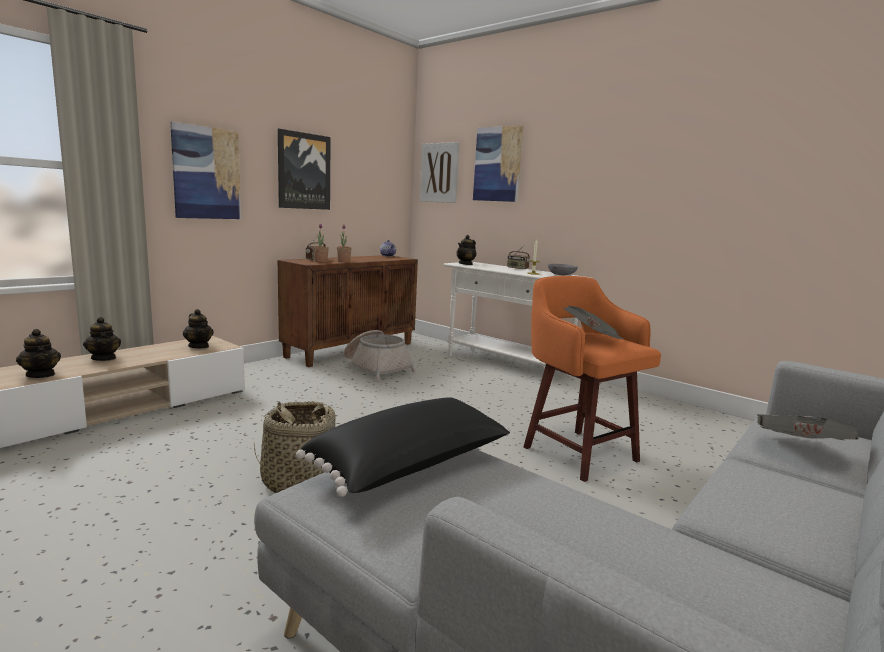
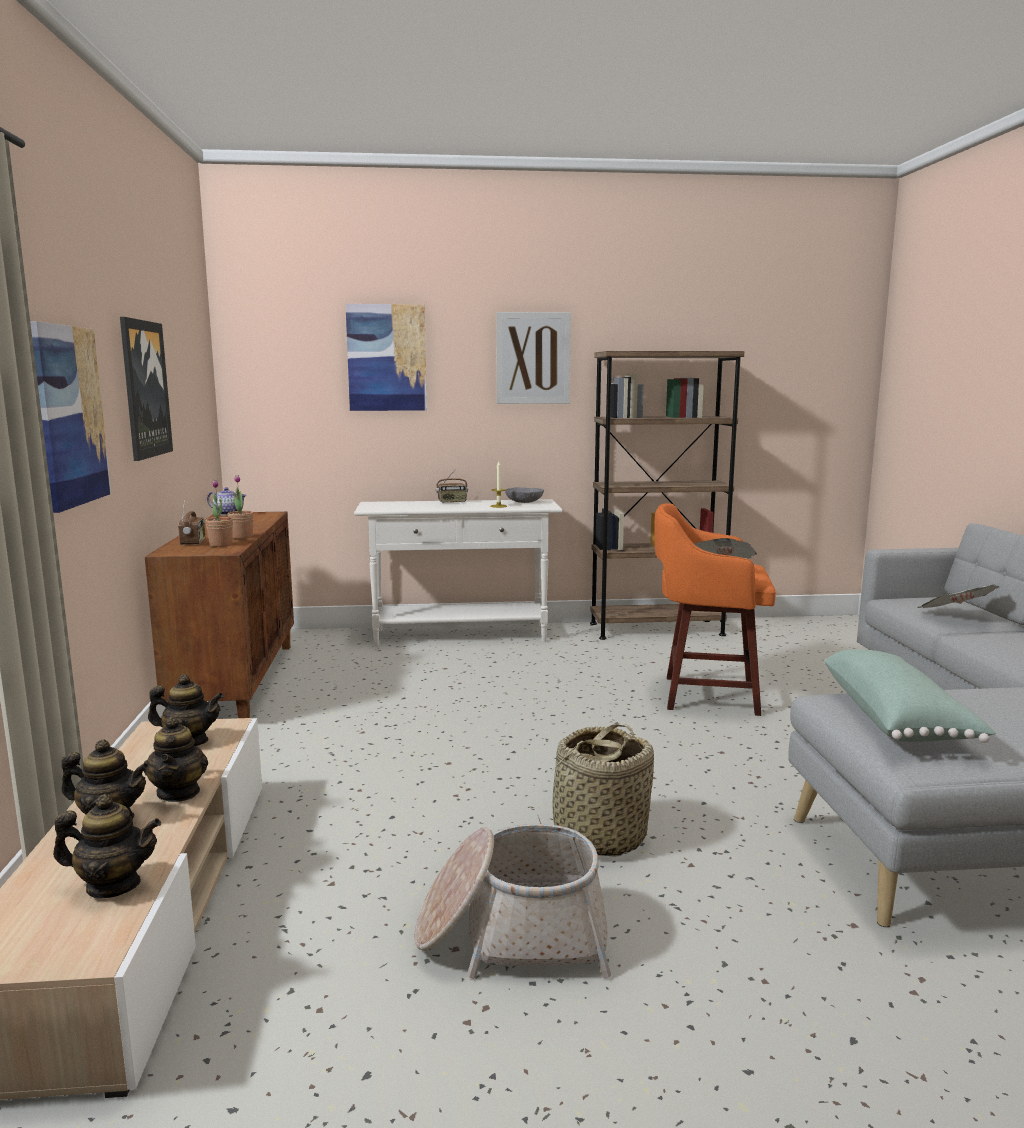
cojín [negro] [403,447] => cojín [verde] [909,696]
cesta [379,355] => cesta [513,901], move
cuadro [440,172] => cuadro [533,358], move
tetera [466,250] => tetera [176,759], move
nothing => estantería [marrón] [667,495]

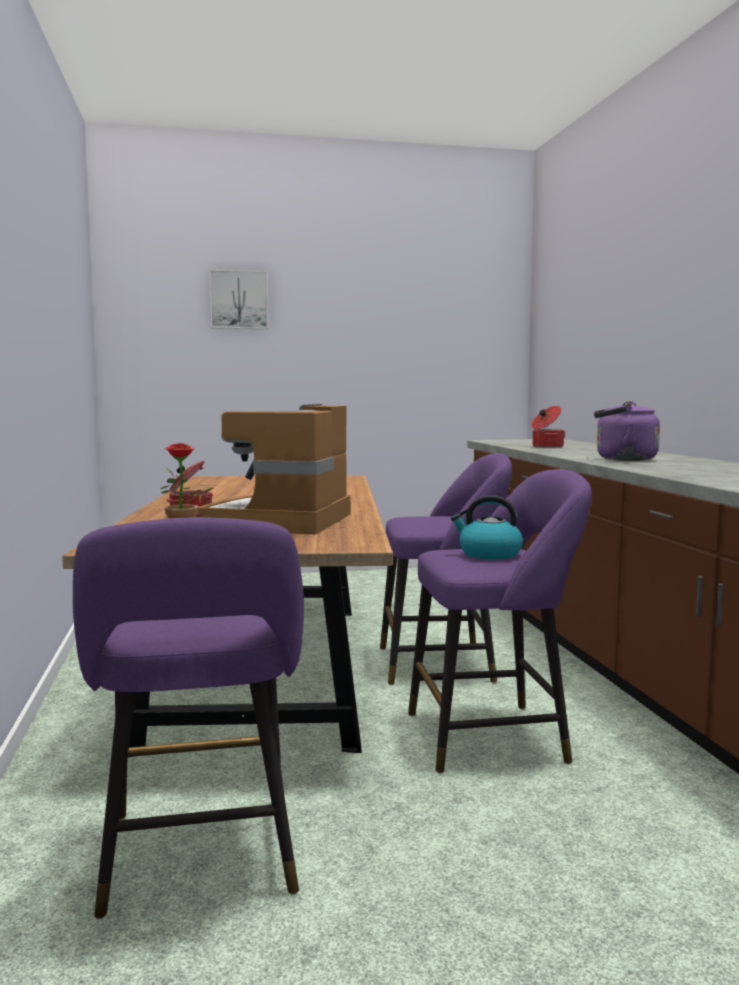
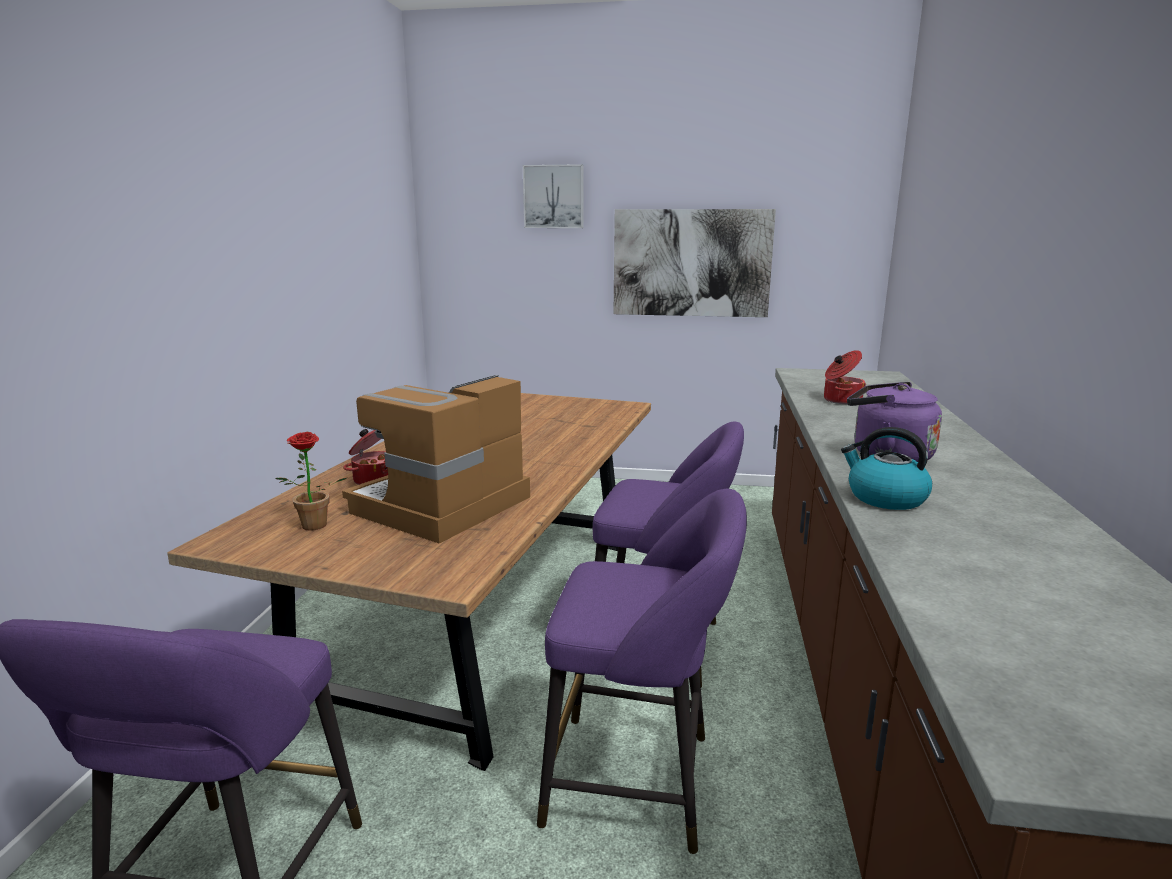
hervidor [487,527] => hervidor [886,468], move
nothing => cuadro [694,263]

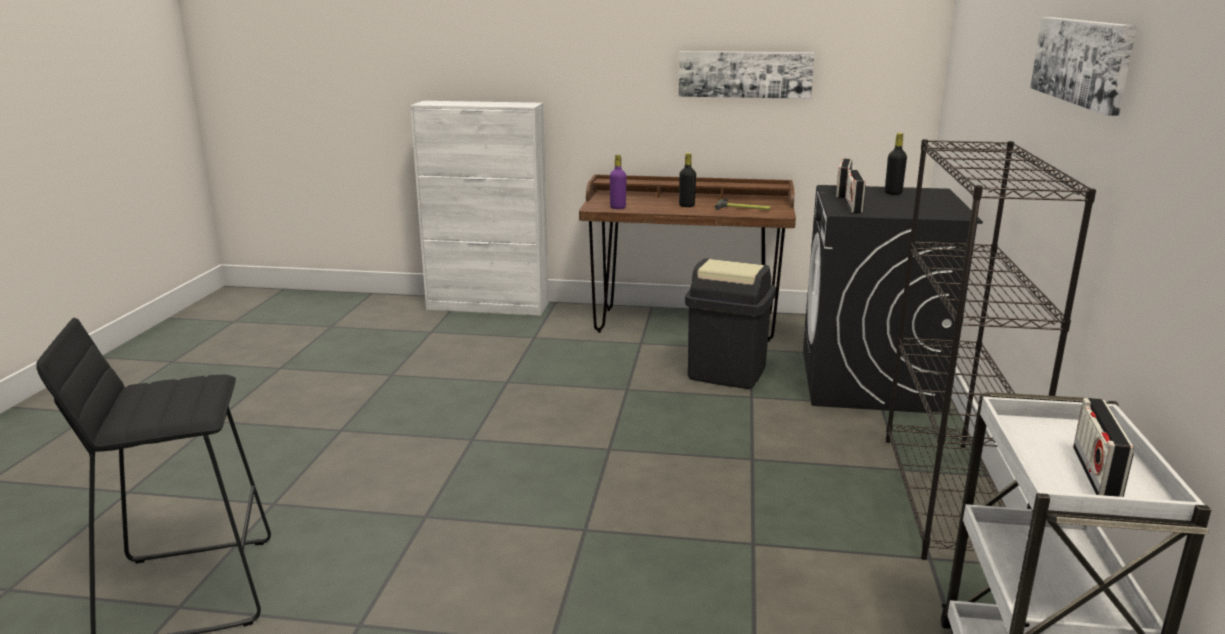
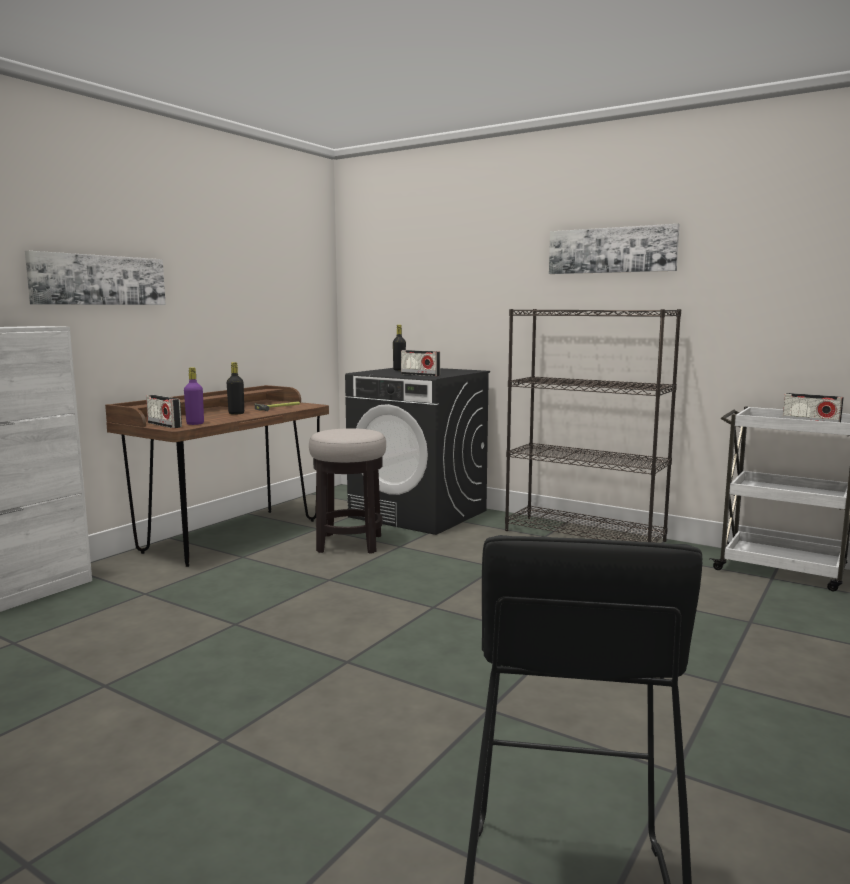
cuadro [746,75] => cuadro [95,278], move
papelera [negro] [730,323] => taburete [347,490]
radio [844,178] => radio [164,411], move

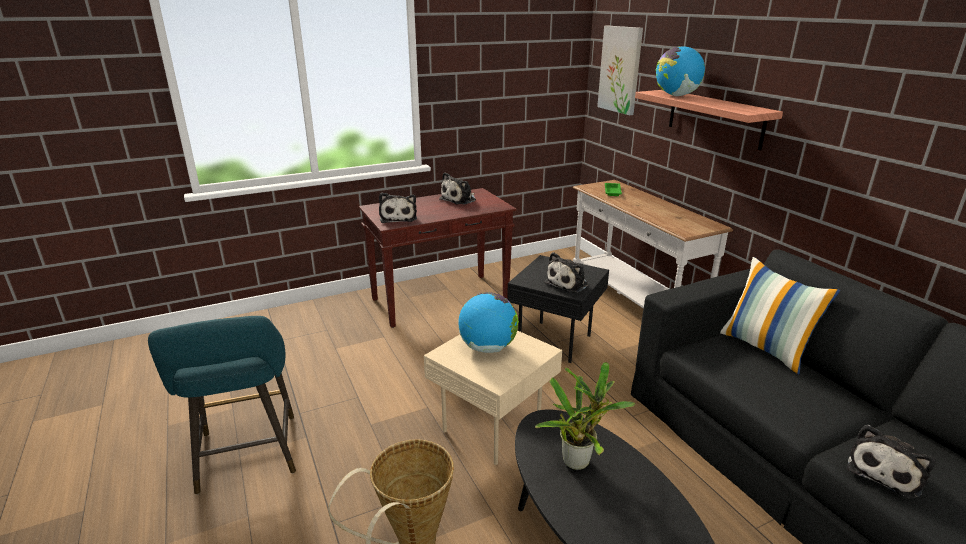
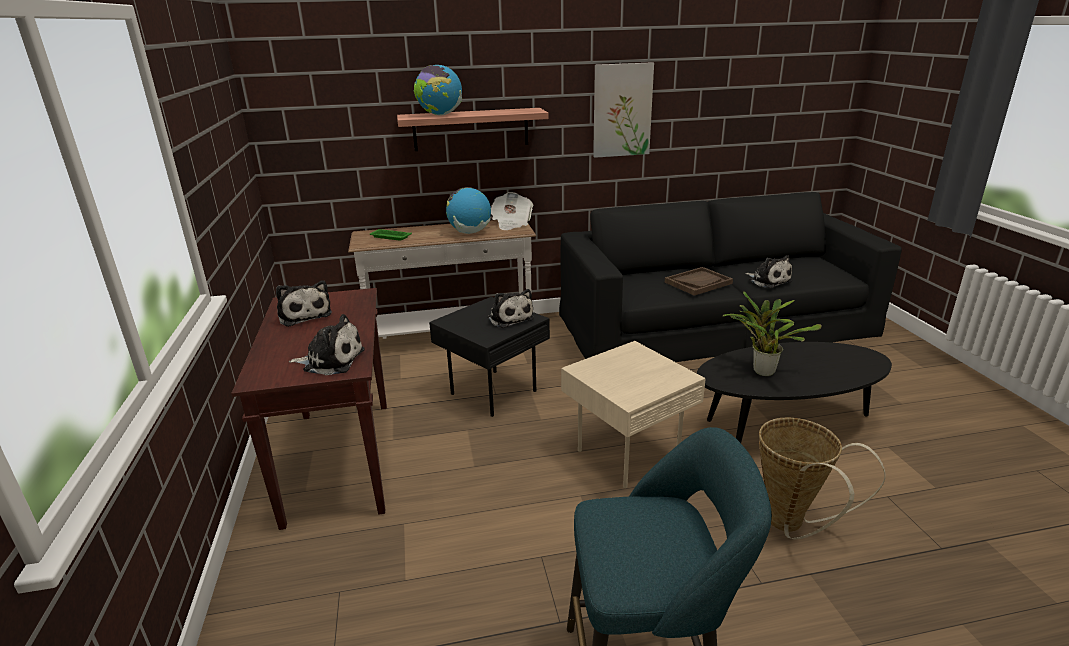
globo terráqueo [489,322] => globo terráqueo [468,210], move
cuadro [620,70] => cuadro [623,110], move
cojín [780,315] => nothing
nothing => periódico [512,211]
nothing => bandeja [marrón] [699,281]

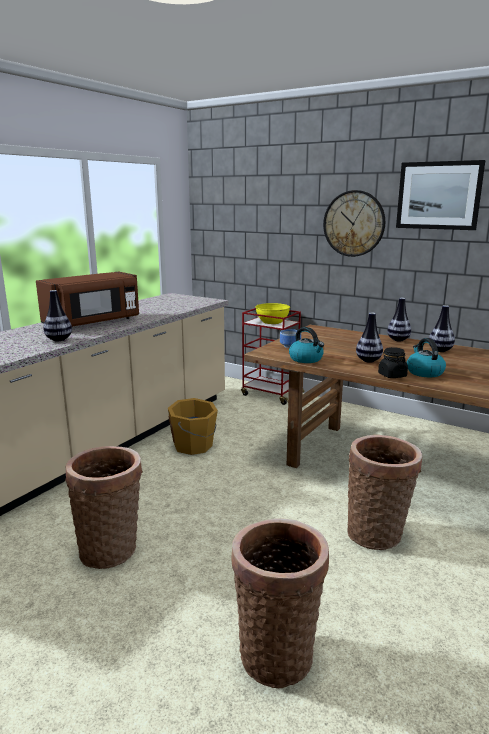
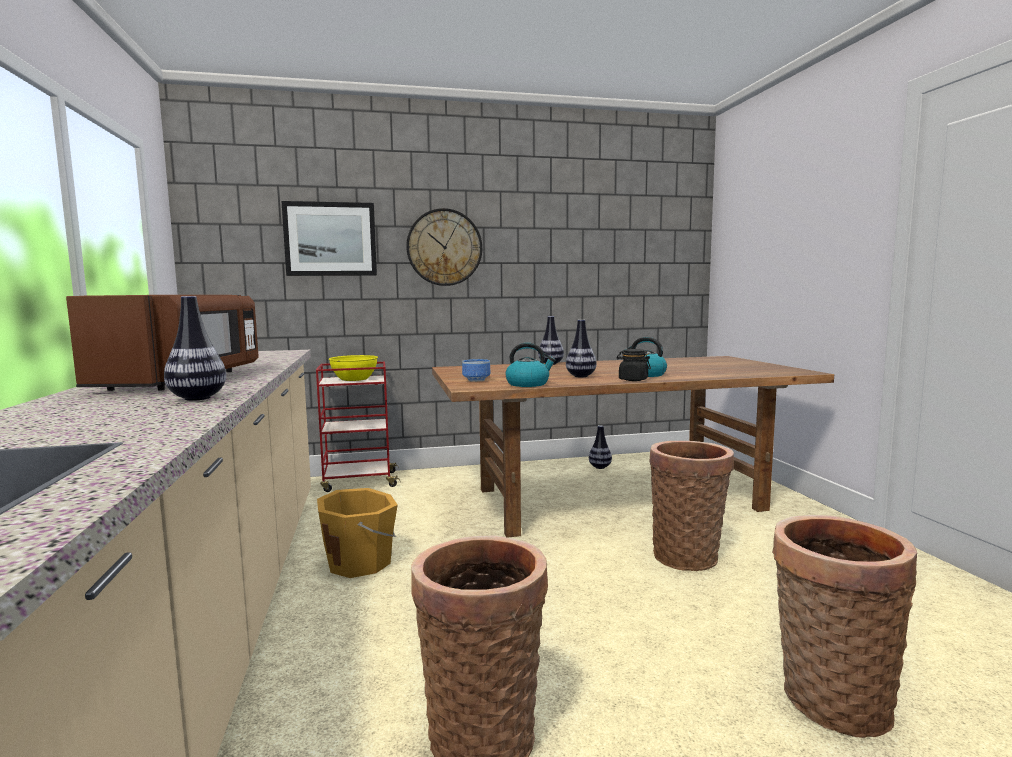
cuadro [440,195] => cuadro [329,238], move
florero [442,328] => florero [600,447], move

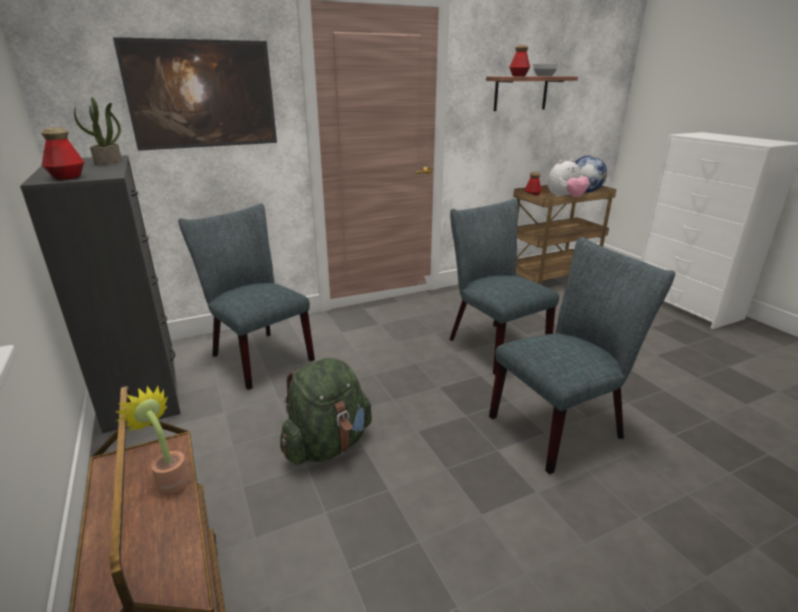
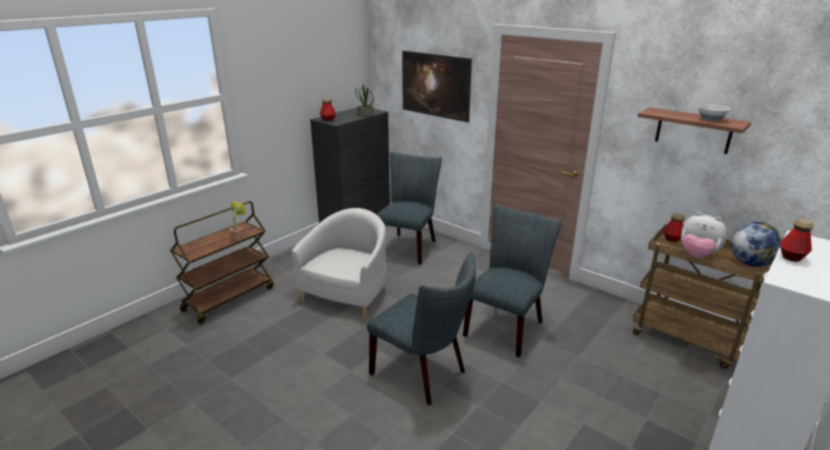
mochila [verde] [326,411] => sillón [blanco] [339,263]
botella [519,60] => botella [796,240], move

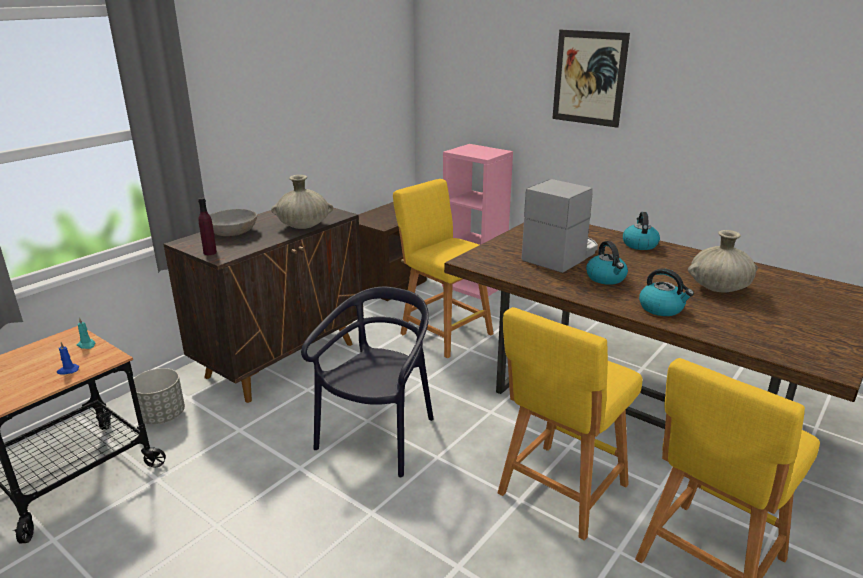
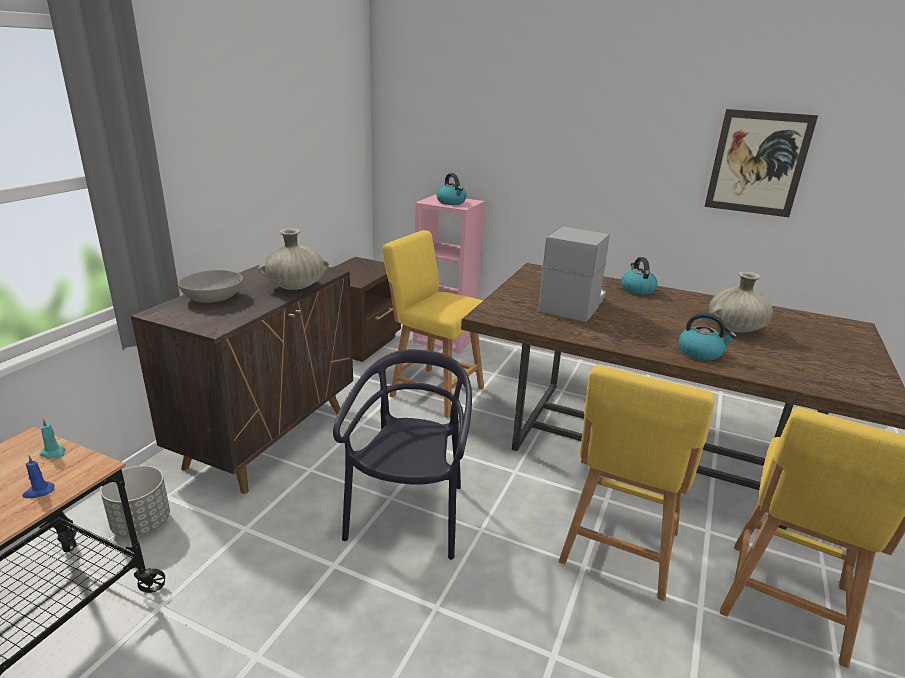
botella [morado] [207,226] => nothing
cuadro [591,79] => cuadro [761,163], move
hervidor [607,263] => hervidor [452,189], move

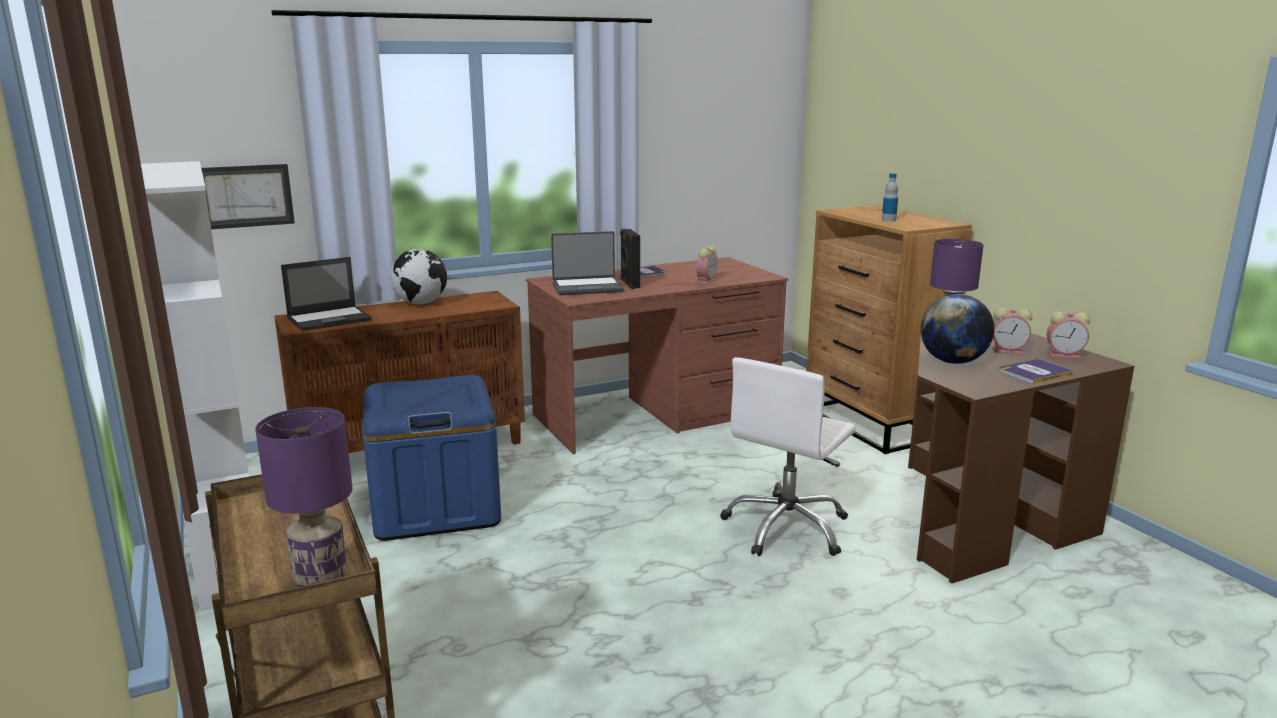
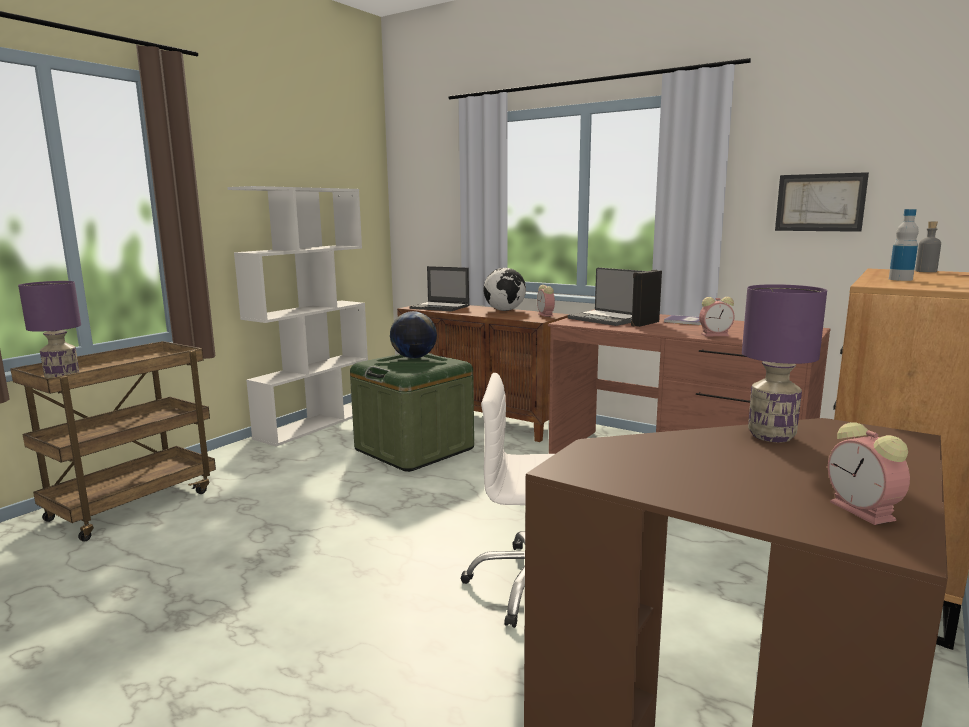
cuadro [248,196] => cuadro [822,202], move
caja de almacenaje [azul] [432,458] => caja de almacenaje [verde] [412,412]
globo terráqueo [957,329] => globo terráqueo [413,334], move
despertador [1013,331] => despertador [546,301], move
libro [1036,371] => nothing
nothing => botella [gris] [928,246]

